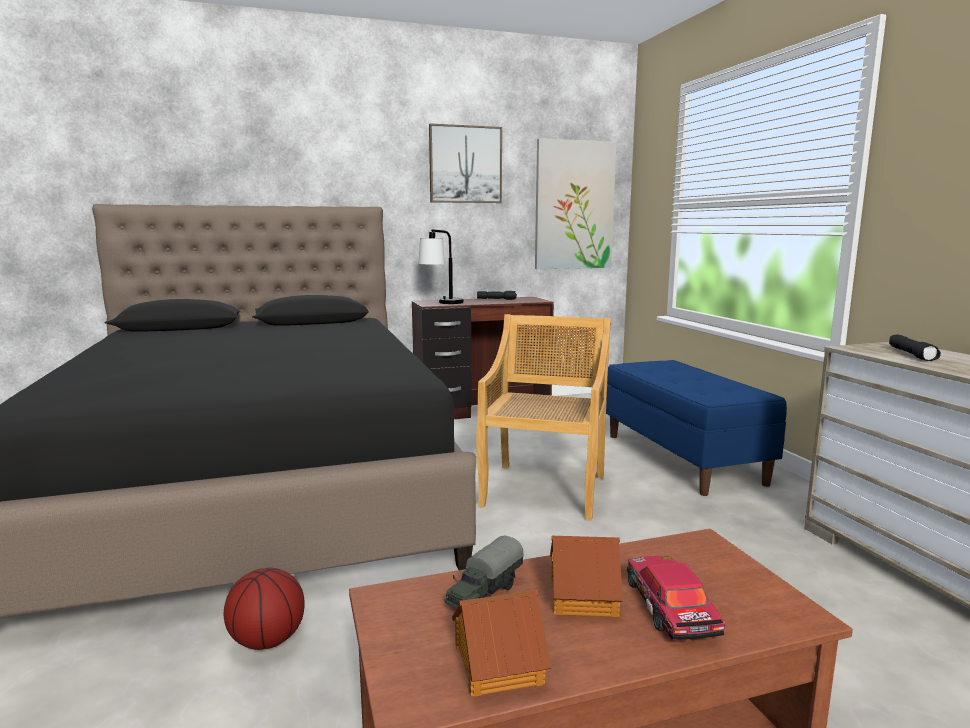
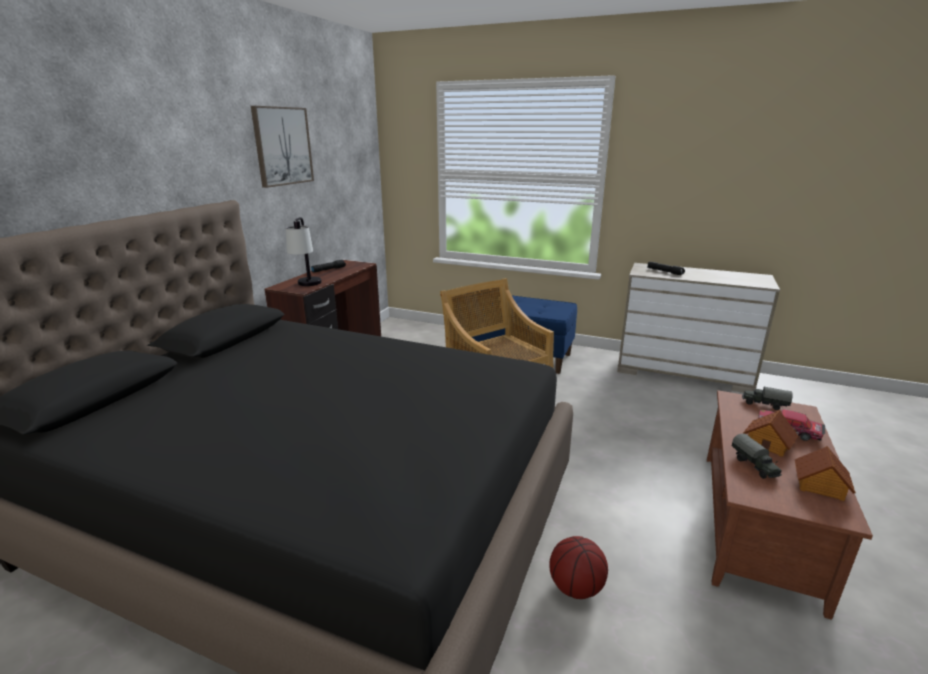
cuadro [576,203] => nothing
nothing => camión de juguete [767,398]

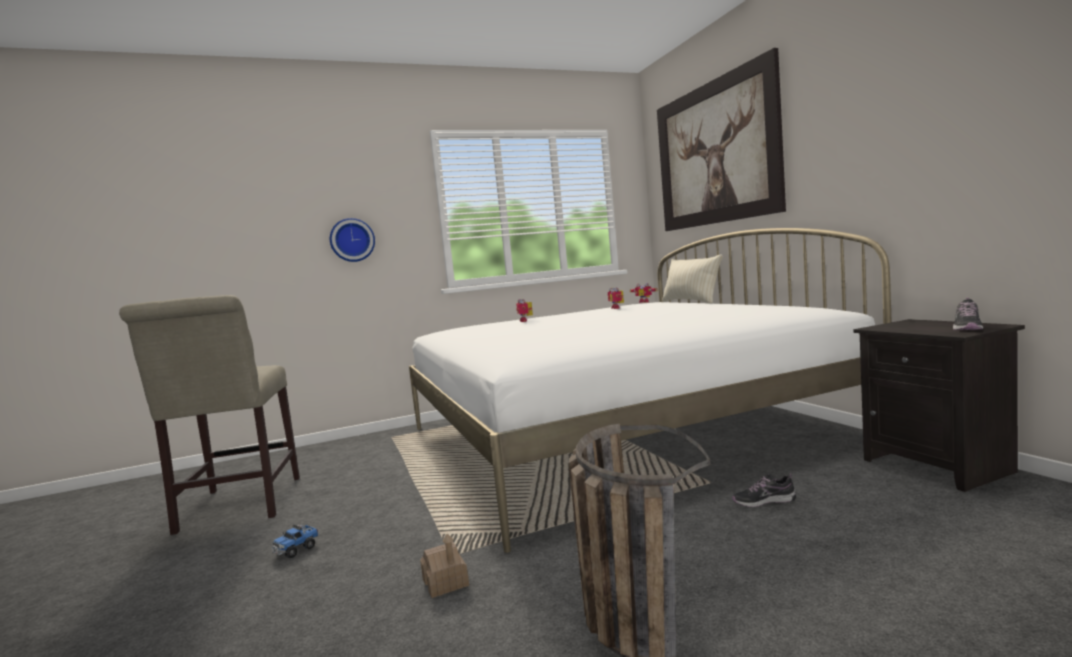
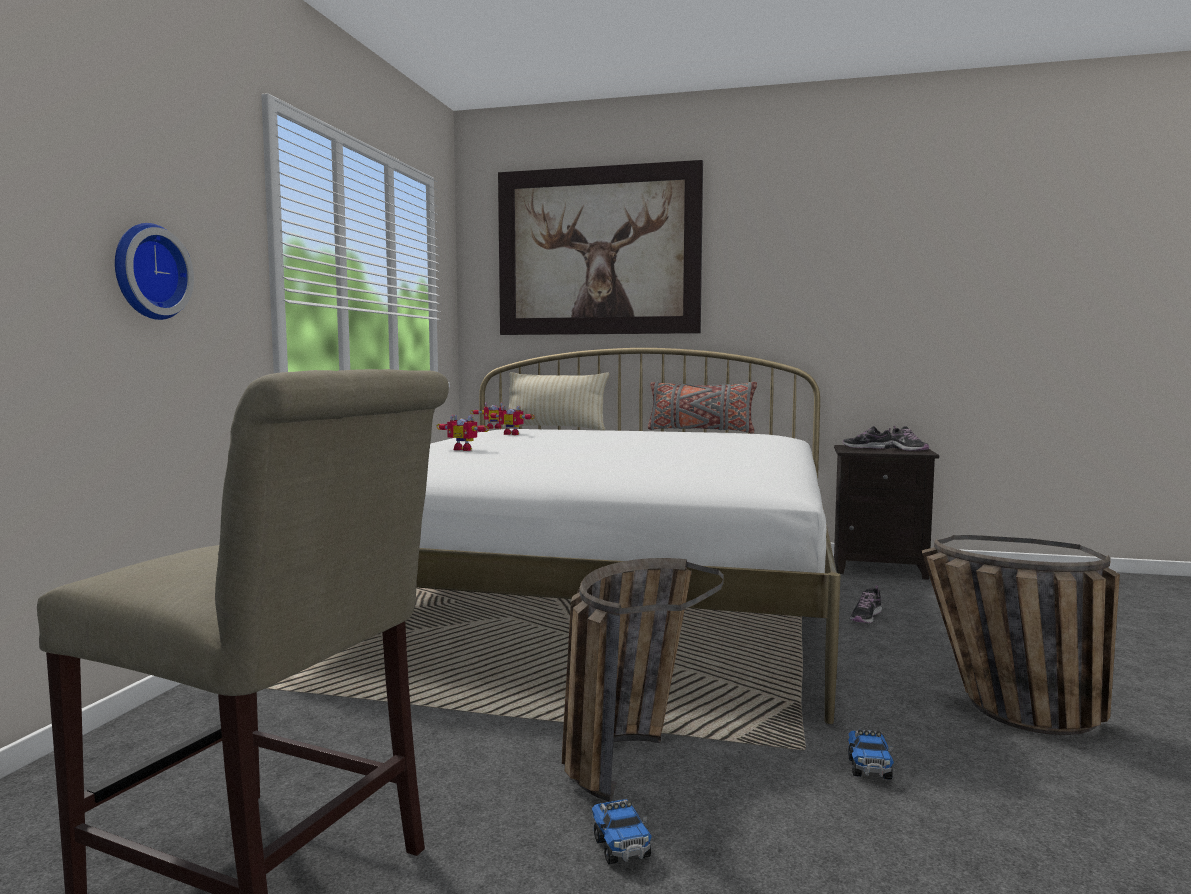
casita [444,566] => camión de juguete [871,755]
nothing => cesta [643,680]
nothing => cojín [gris] [702,407]
nothing => zapato [868,437]

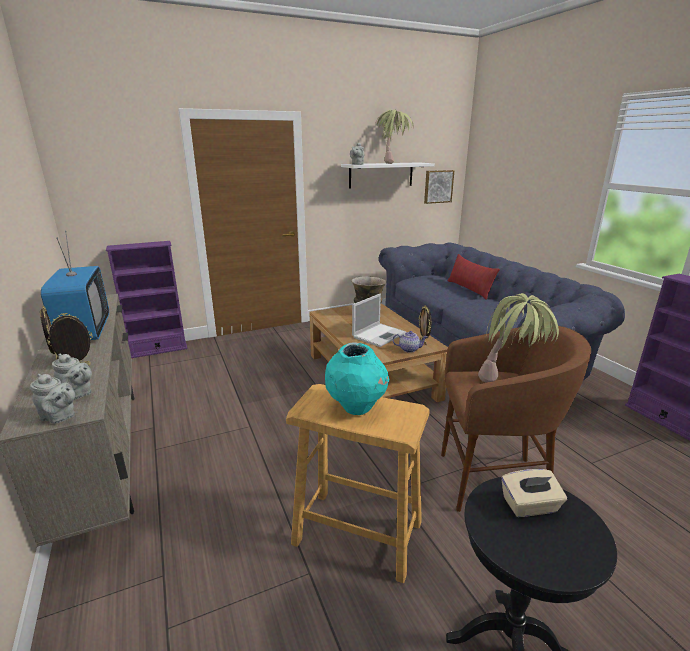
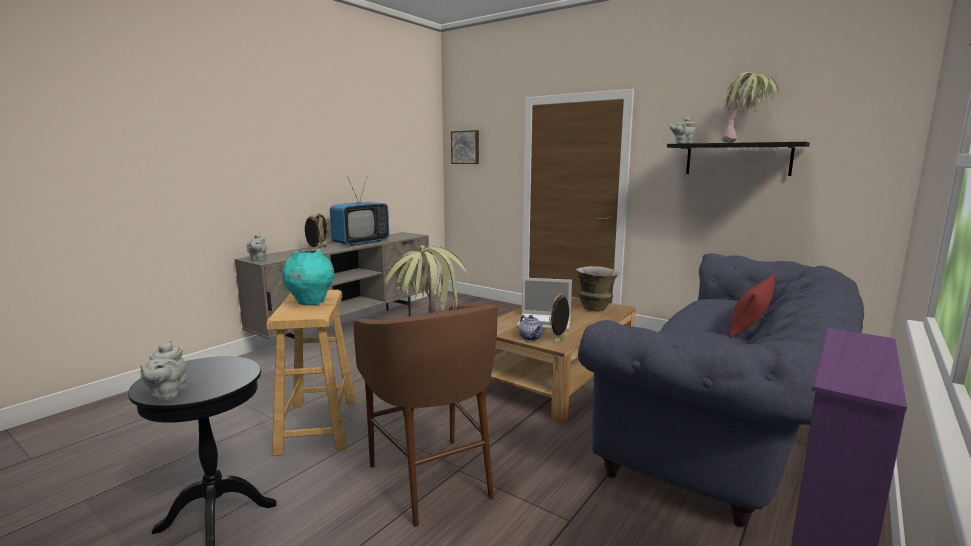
tetera [gris] [72,377] => tetera [gris] [163,370], move
estantería [morado] [146,299] => nothing
estante [blanco] [388,175] => estante [negro] [738,159]
cuadro [439,187] => cuadro [465,147], move
caja de pañuelos [beis] [534,493] => nothing

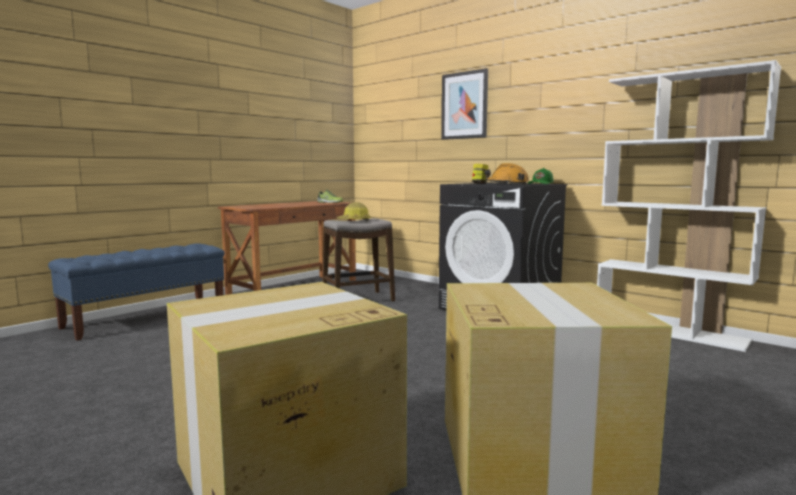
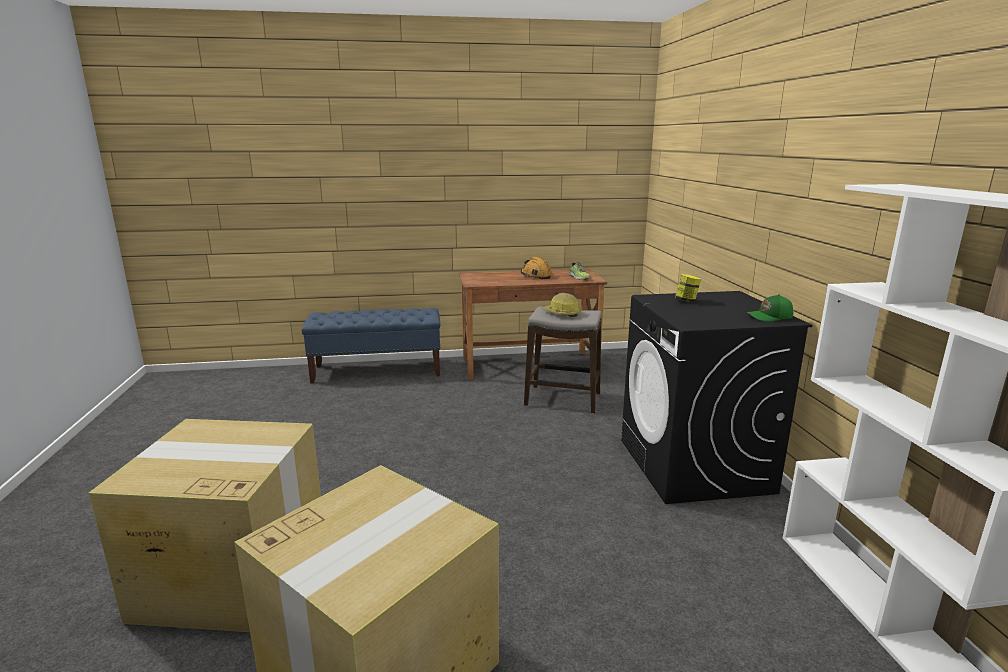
cuadro [464,104] => nothing
casco [naranja] [506,174] => casco [naranja] [536,268], move

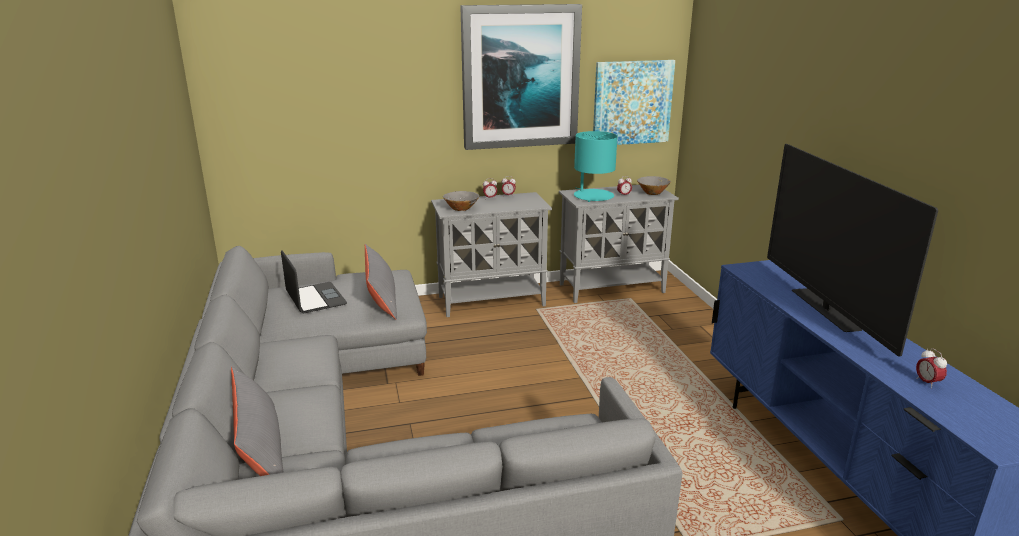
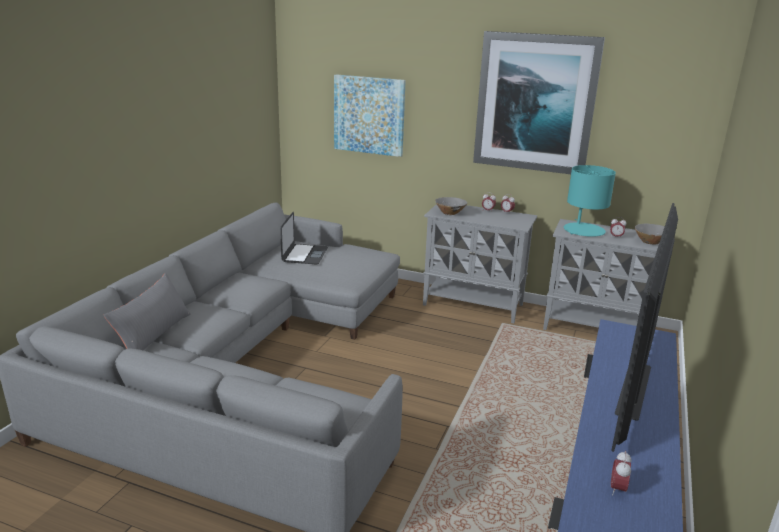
cojín [gris] [381,282] => nothing
cuadro [634,102] => cuadro [370,115], move

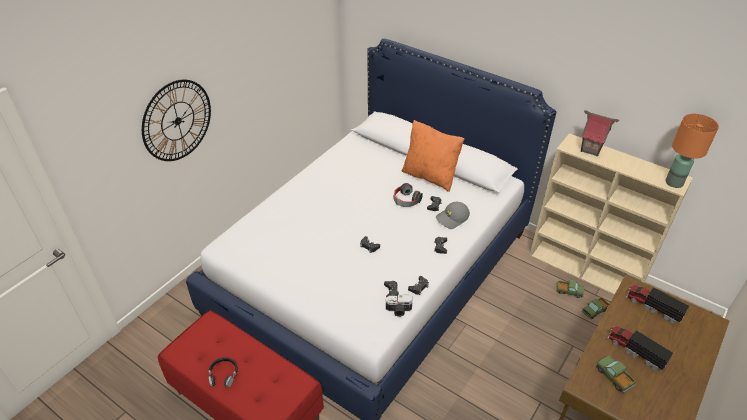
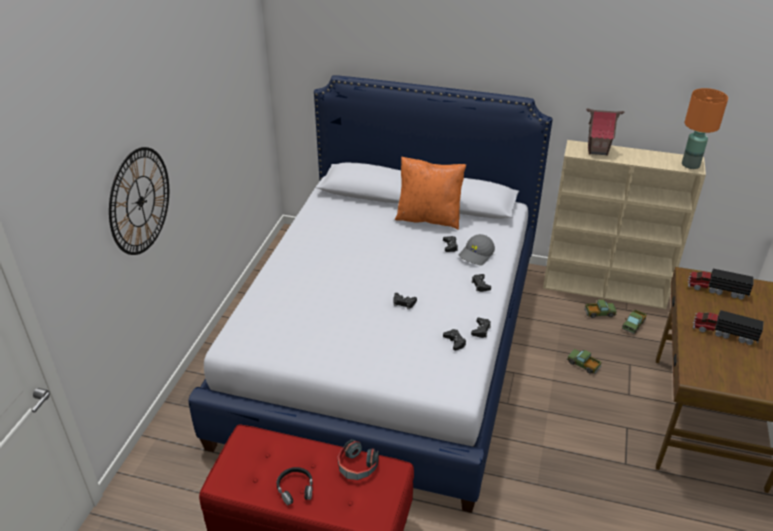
cámara [399,306] => nothing
auriculares [408,195] => auriculares [358,459], move
camión de juguete [616,374] => camión de juguete [584,361], move

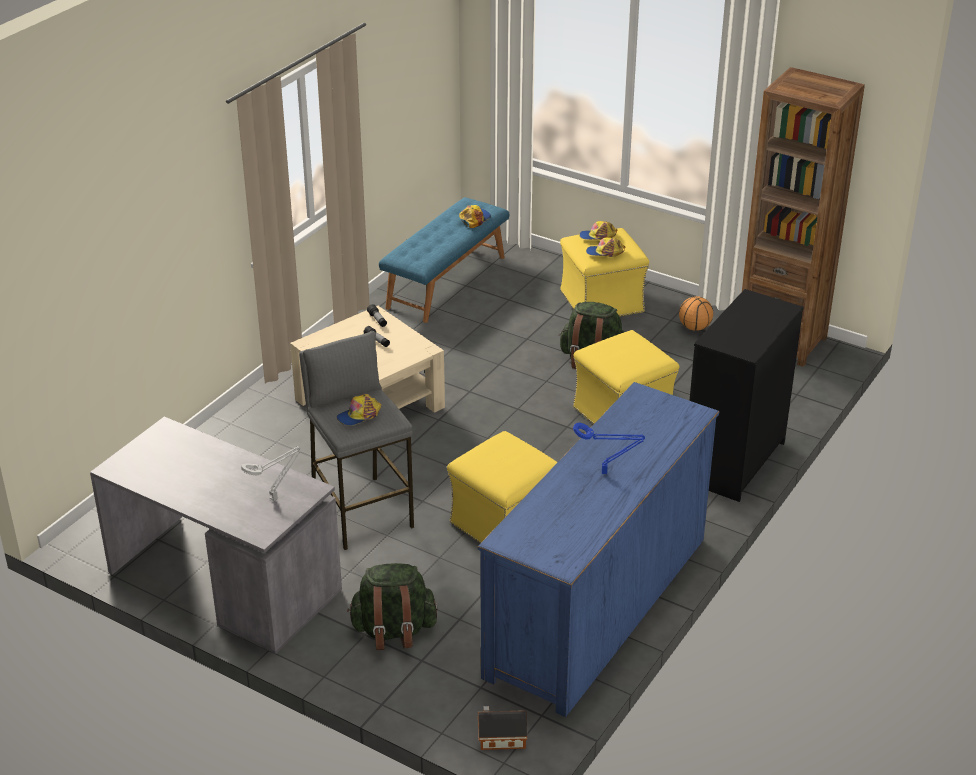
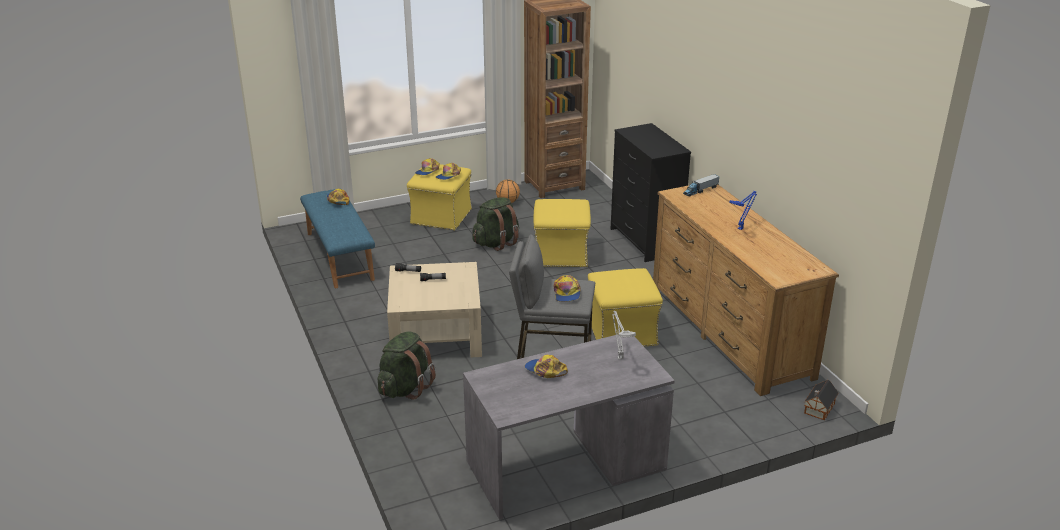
mochila [verde] [392,606] => mochila [verde] [407,365], move
cómoda [azul] [598,549] => cómoda [marrón] [746,290]
nothing => gorra [546,366]
nothing => camión de juguete [701,185]

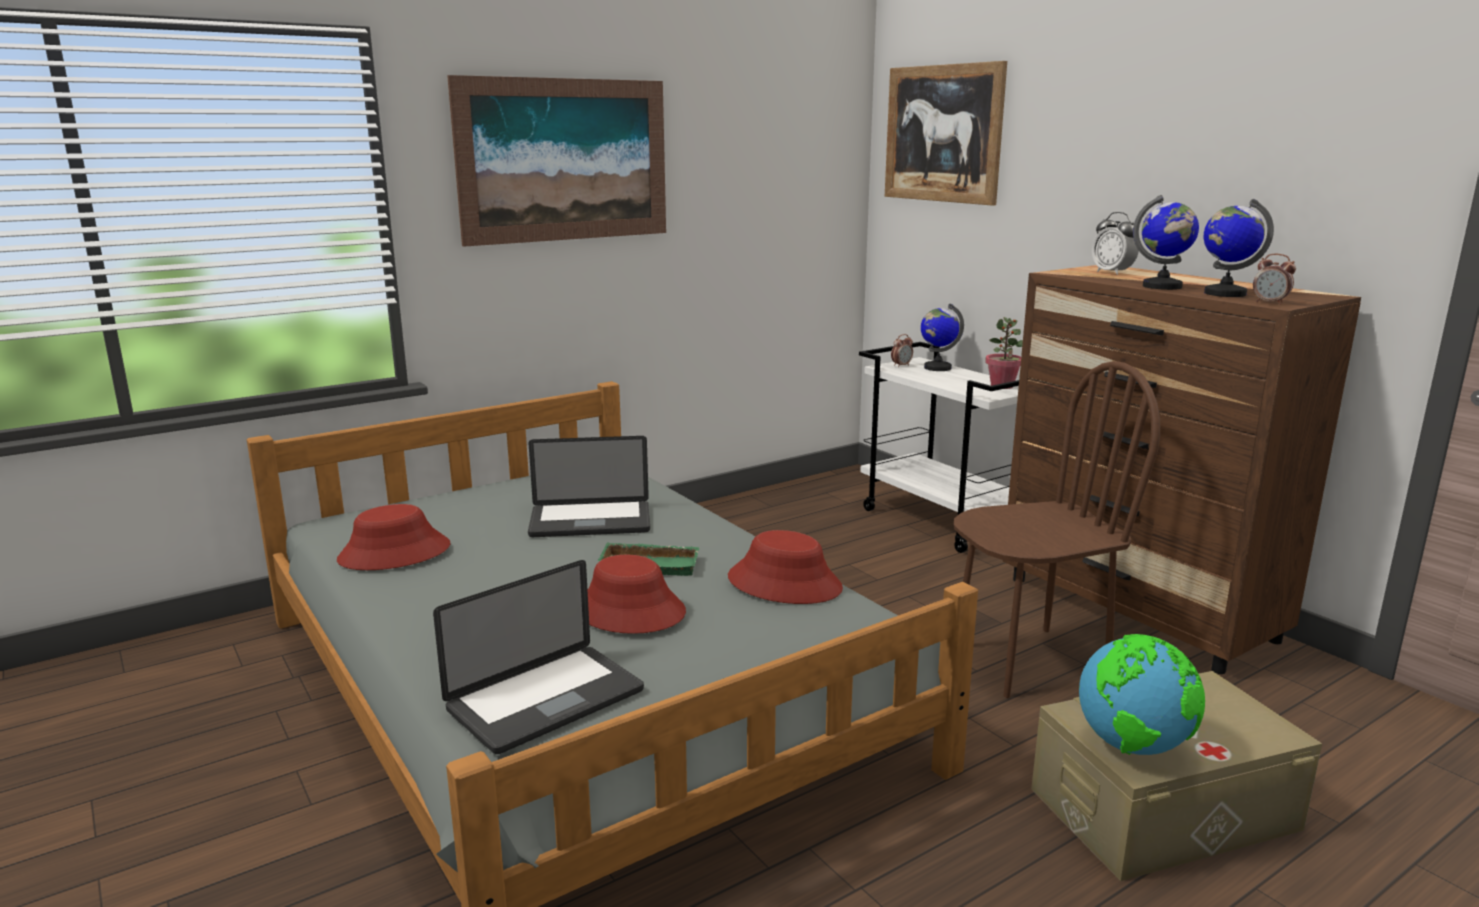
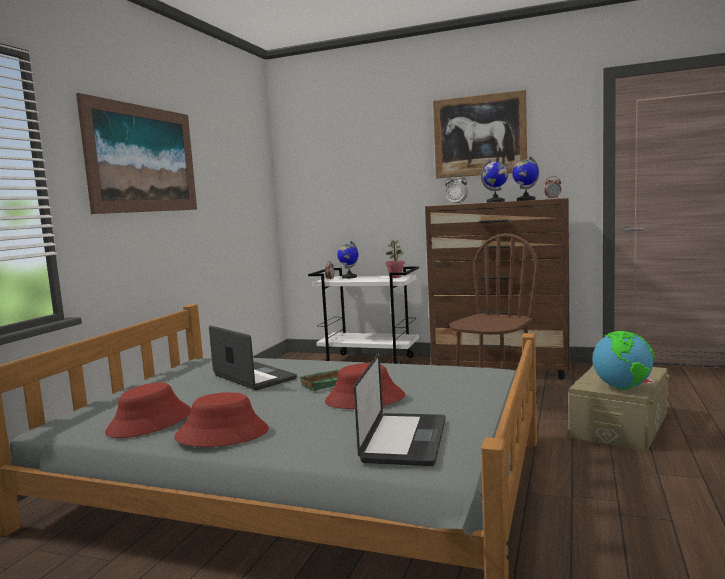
portátil [589,486] => portátil [253,357], 90 degrees counterclockwise
sombrero [rojo] [785,567] => sombrero [rojo] [221,419], move
cuadro [946,133] => cuadro [480,134], move

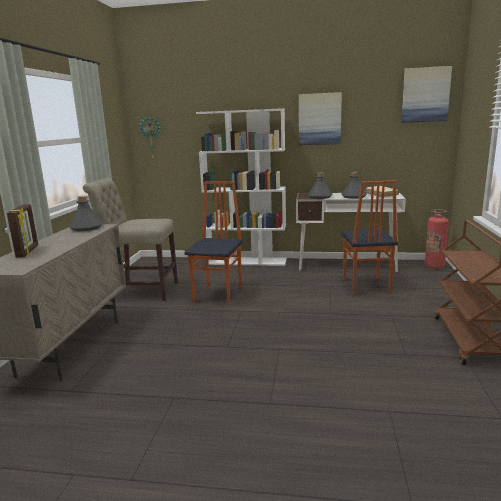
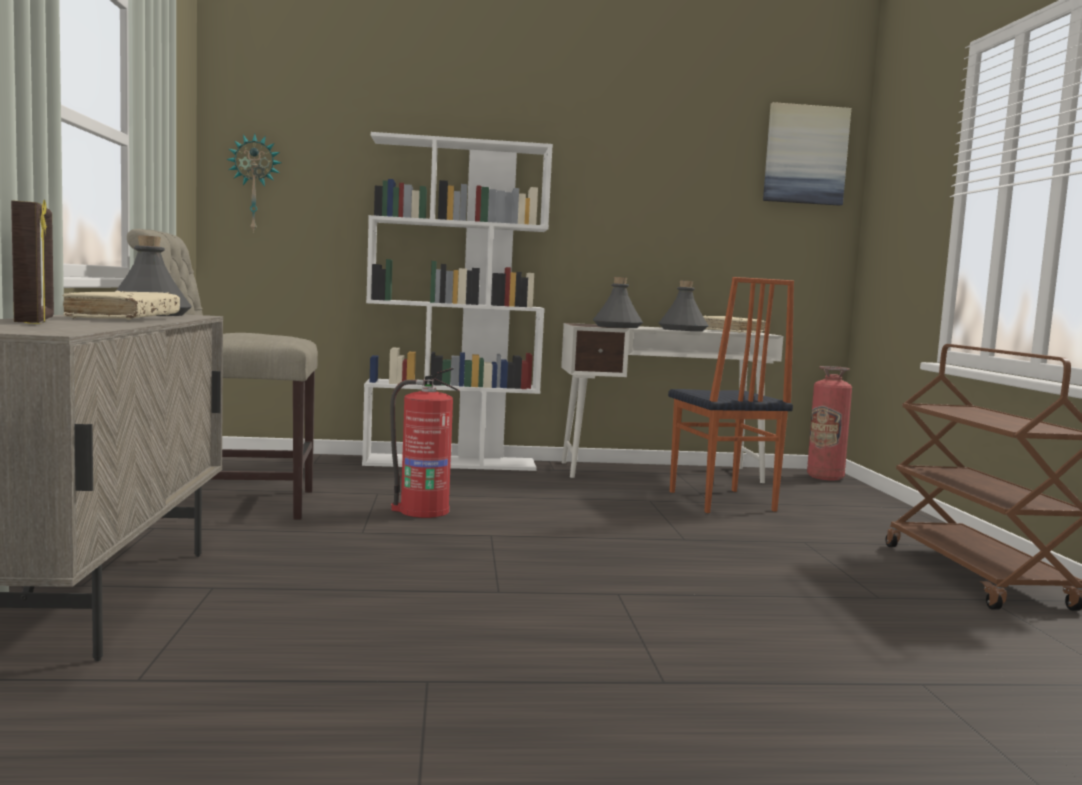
silla [213,243] => extintor [425,443]
cuadro [320,118] => nothing
nothing => libro [beis] [121,305]

